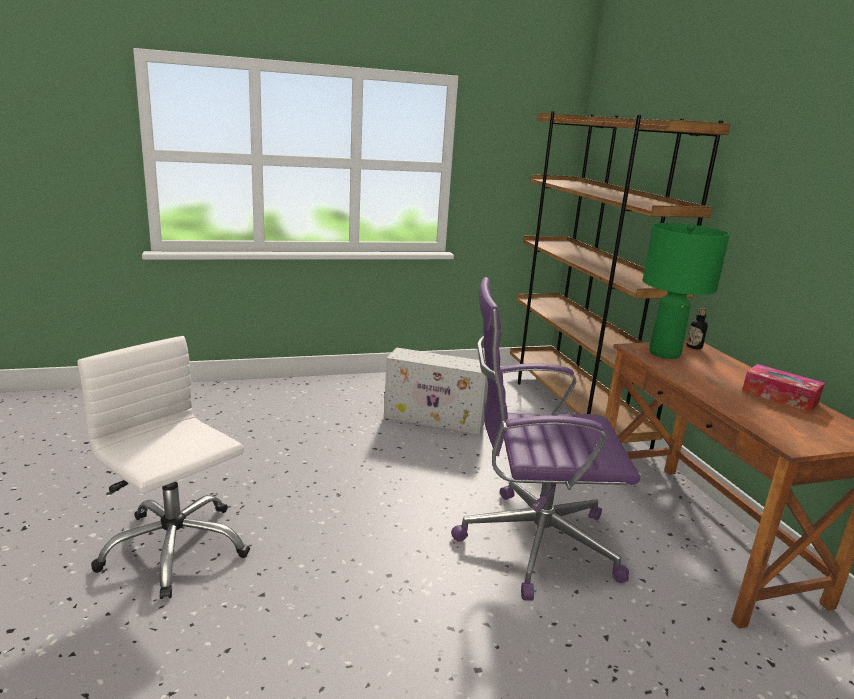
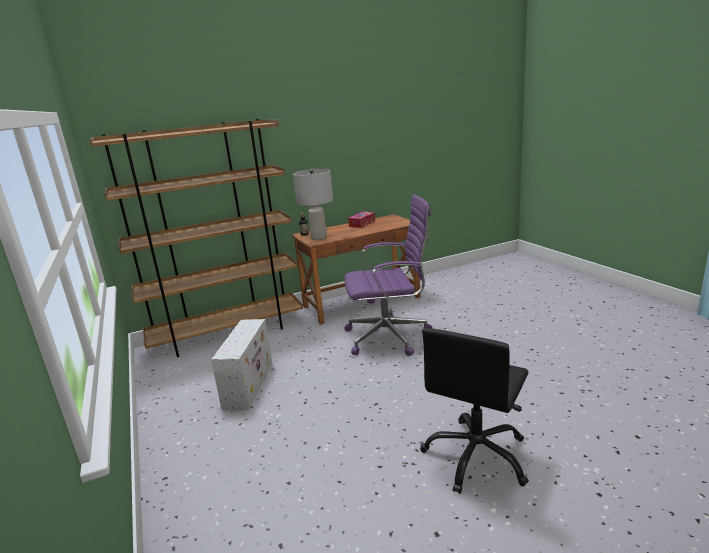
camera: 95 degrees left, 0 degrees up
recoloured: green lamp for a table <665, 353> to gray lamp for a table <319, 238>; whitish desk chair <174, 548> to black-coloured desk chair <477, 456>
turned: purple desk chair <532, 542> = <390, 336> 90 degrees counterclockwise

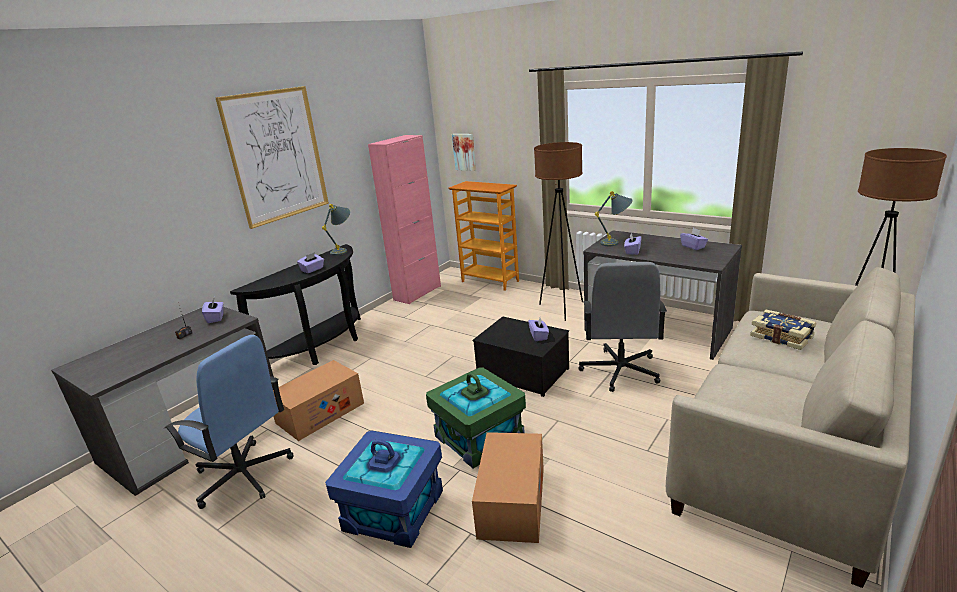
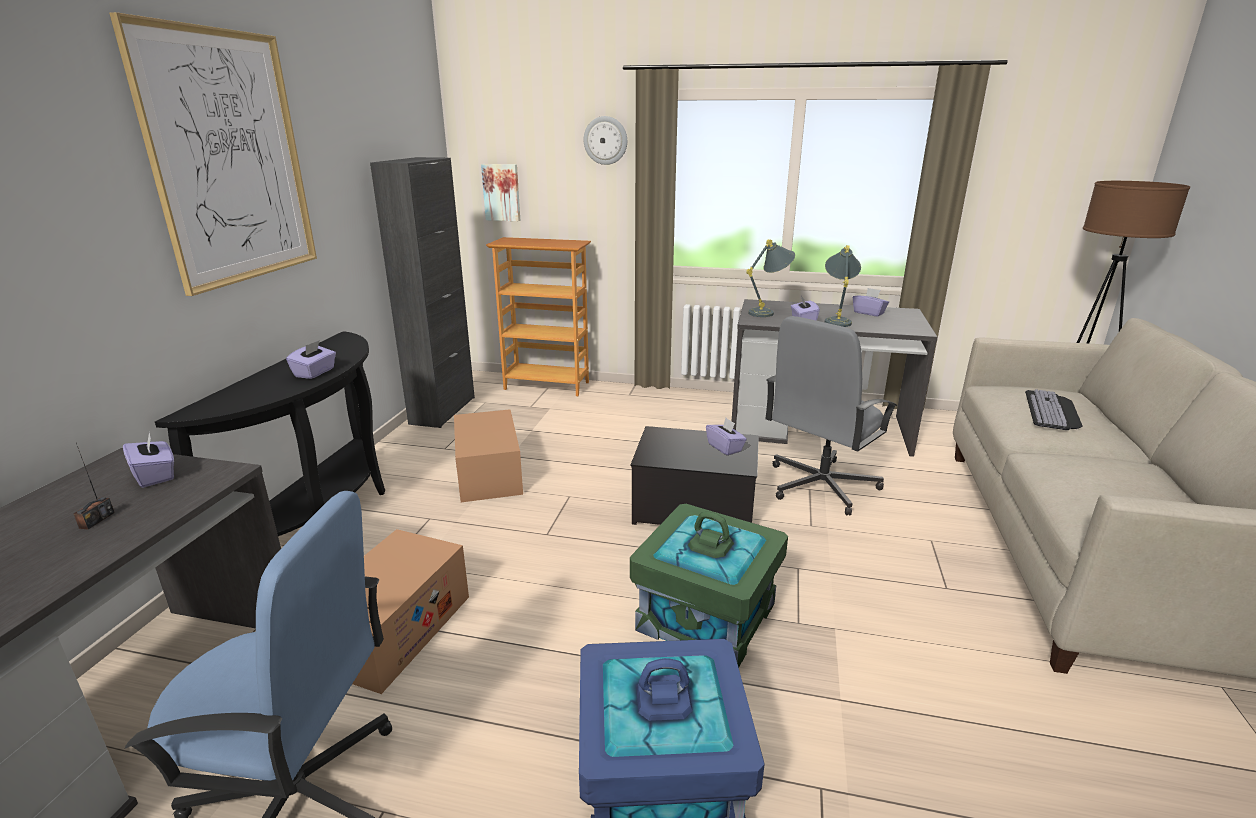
camera: 25 degrees left, 0 degrees up
removed: brown standard lamp <562, 309>
added: hanging clock <605, 140>
moved: cardboard box <512, 501> to <488, 473>; gray lamp for a table <343, 250> to <837, 320>
replaced: bound book <782, 336> to keyboard <1053, 411>
recoloured: pink cabinet <417, 293> to black-coloured cabinet <443, 410>
turned: gray desk chair <620, 371> = <820, 486> 60 degrees clockwise

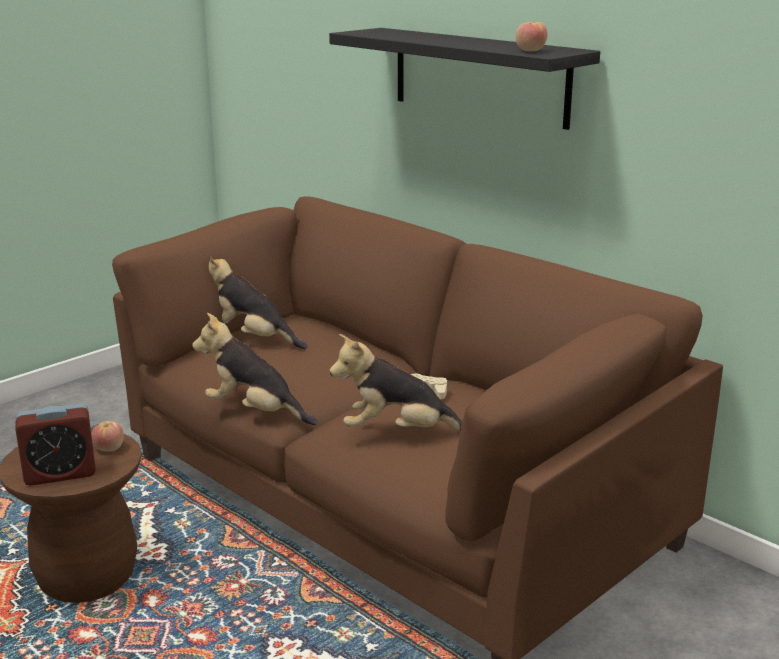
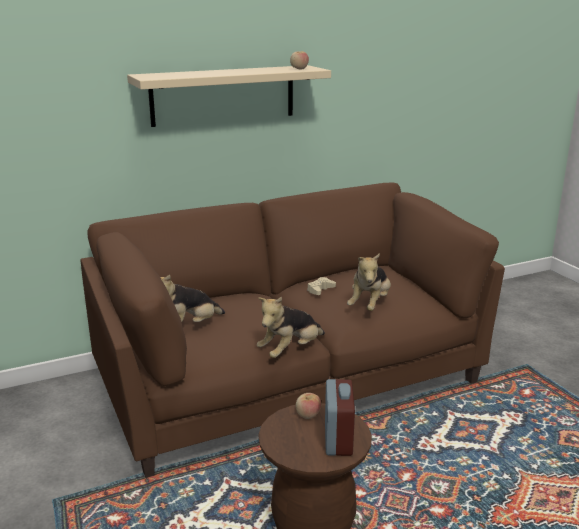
camera: 70 degrees left, 0 degrees up
recoloured: black-coloured shelf <479, 76> to sand-coloured shelf <223, 95>

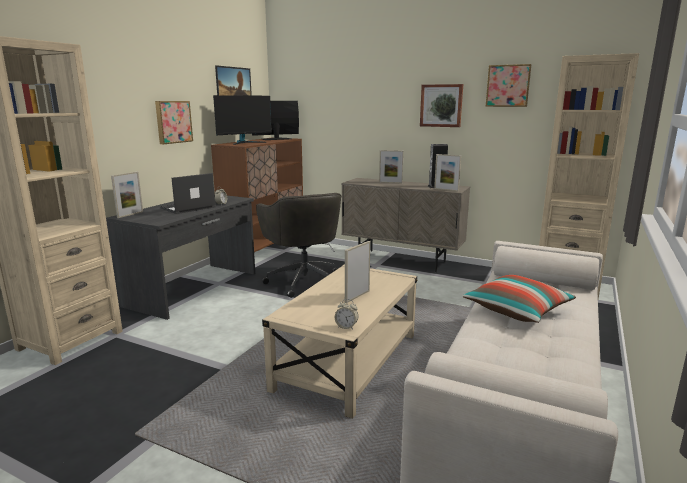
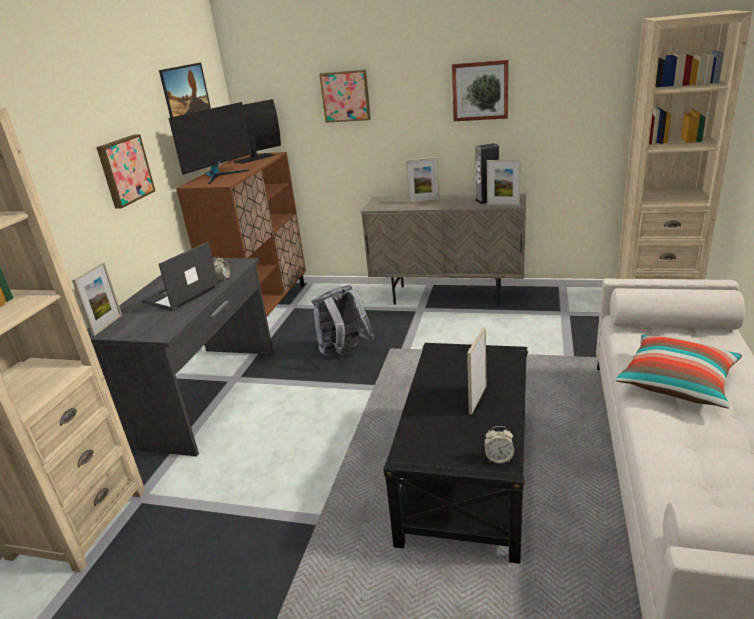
camera: 10 degrees left, 10 degrees up
moved: wall art <508, 86> to <346, 96>
replaced: gray desk chair <304, 281> to gray knapsack <343, 353>
recoloured: sand-coloured lounge table <347, 362> to black-coloured lounge table <467, 474>

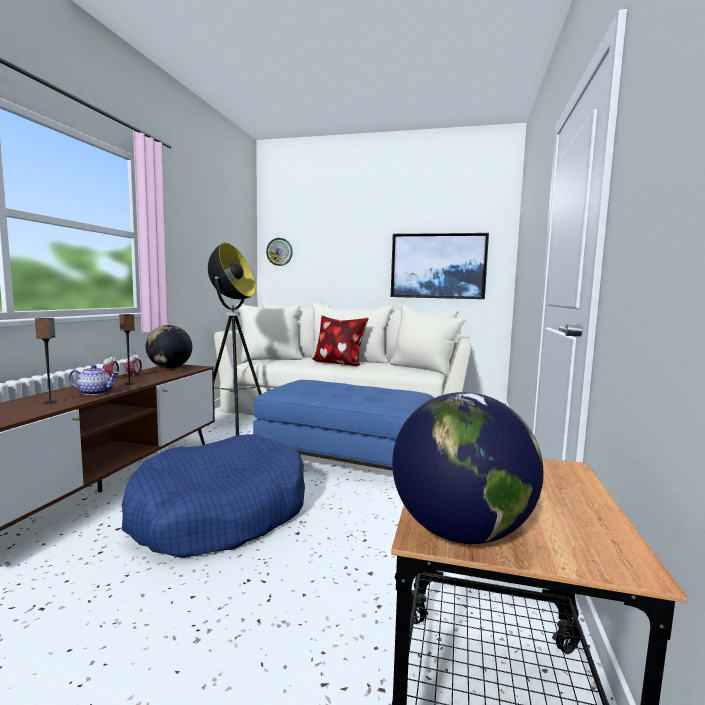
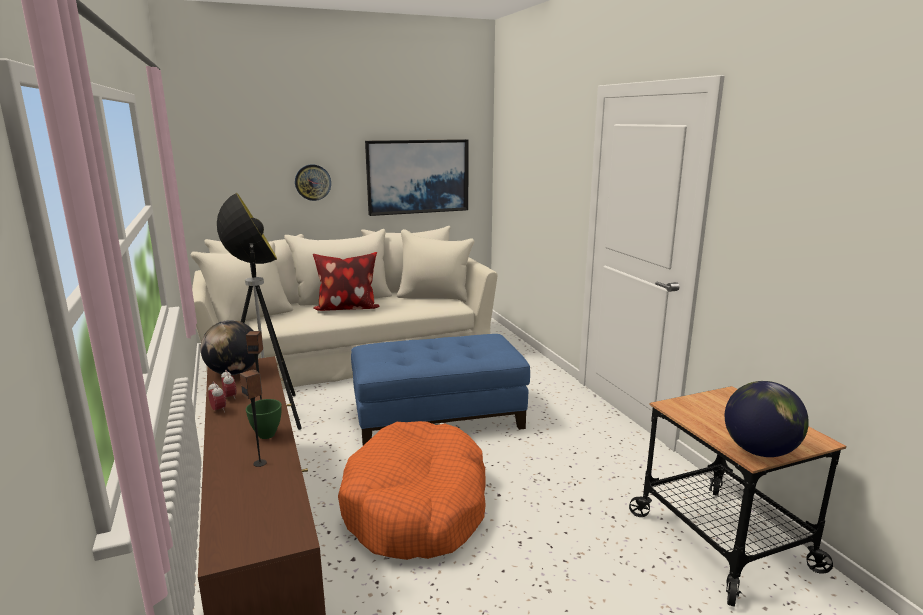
camera: 35 degrees left, 10 degrees up
moved: hanging clock <279, 252> to <313, 182>
replaced: pot for tea <95, 393> to green serving bowl <266, 435>
recoloured: blue dog bed <220, 513> to orangey dog bed <417, 506>

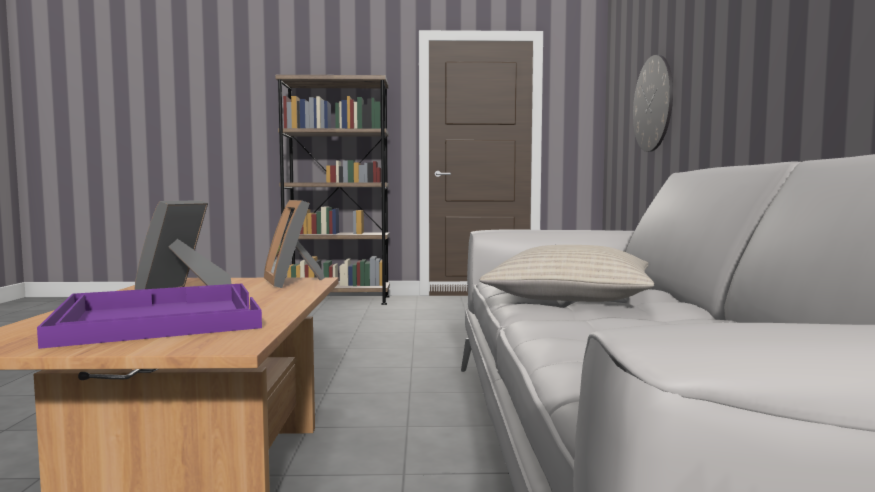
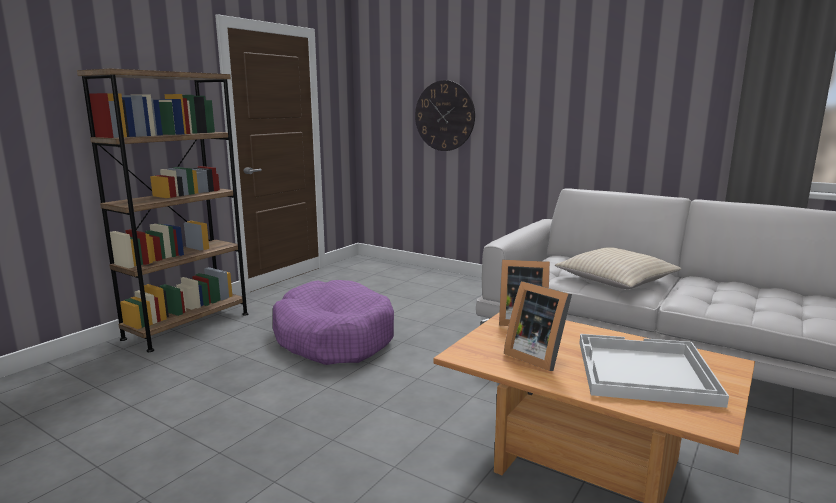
camera: 55 degrees left, 10 degrees up
added: purple dog bed <334, 338>
recoloured: purple carrying tray <158, 318> to whitish carrying tray <643, 372>

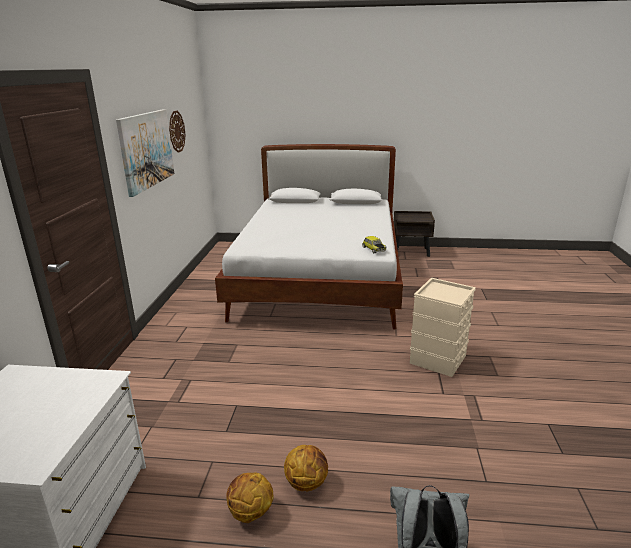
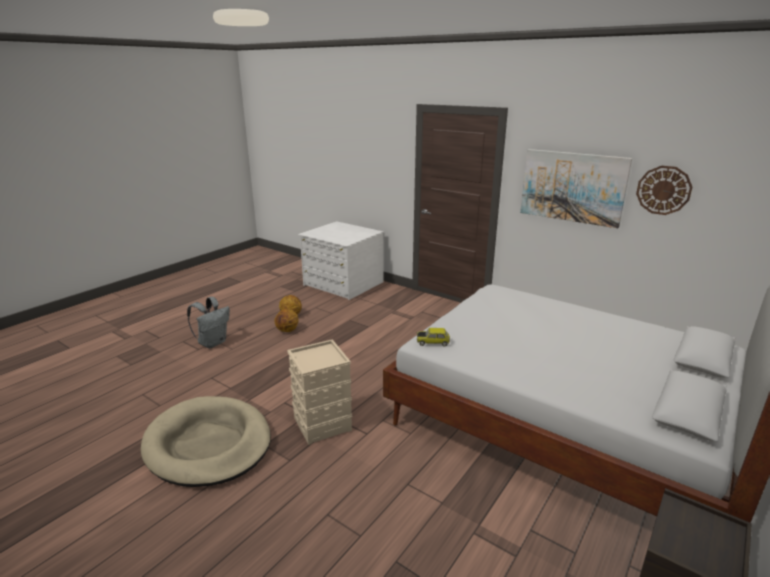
camera: 120 degrees right, 0 degrees up
added: sand-coloured dog bed <209, 444>

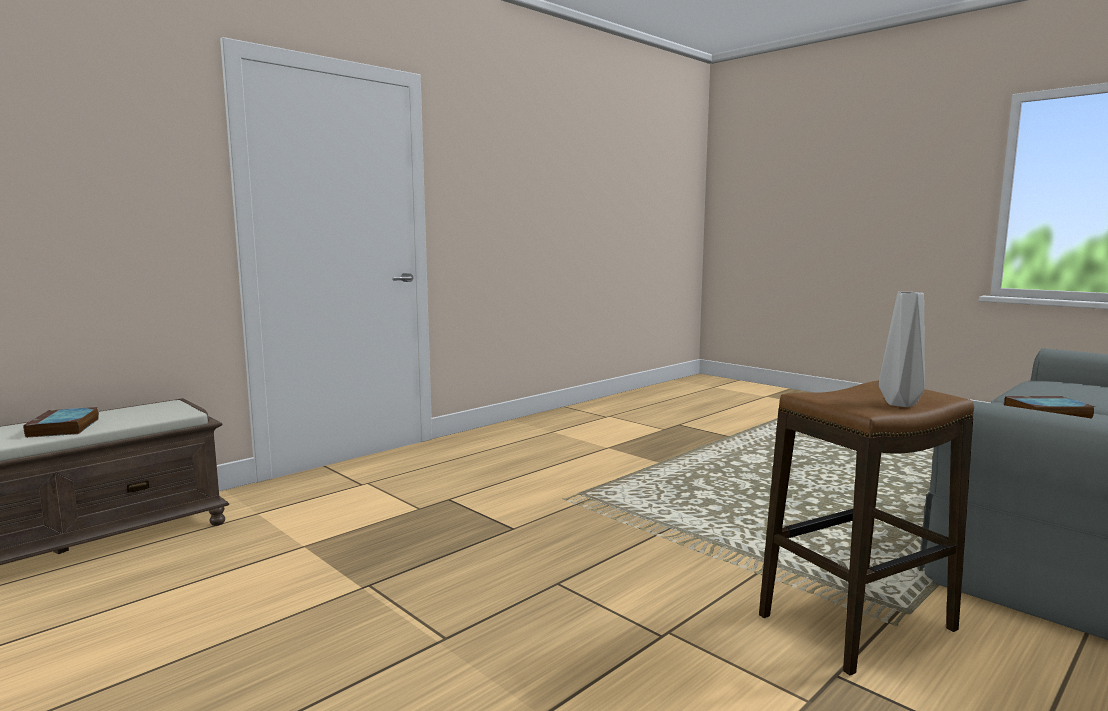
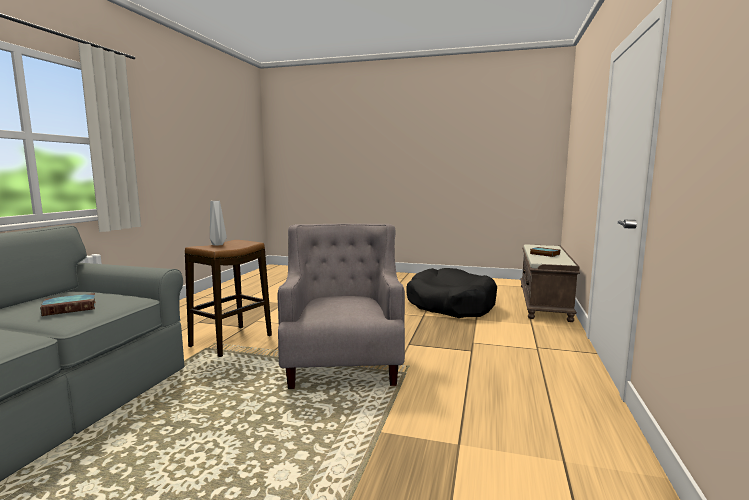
camera: 150 degrees right, 0 degrees up
added: gray lounge chair <343, 361>; black-coloured dog bed <450, 305>

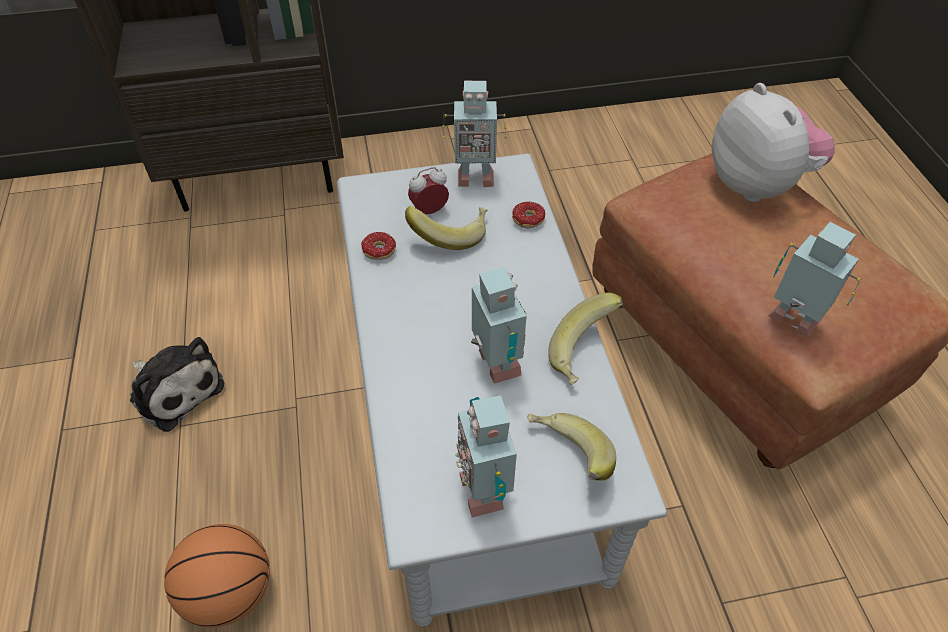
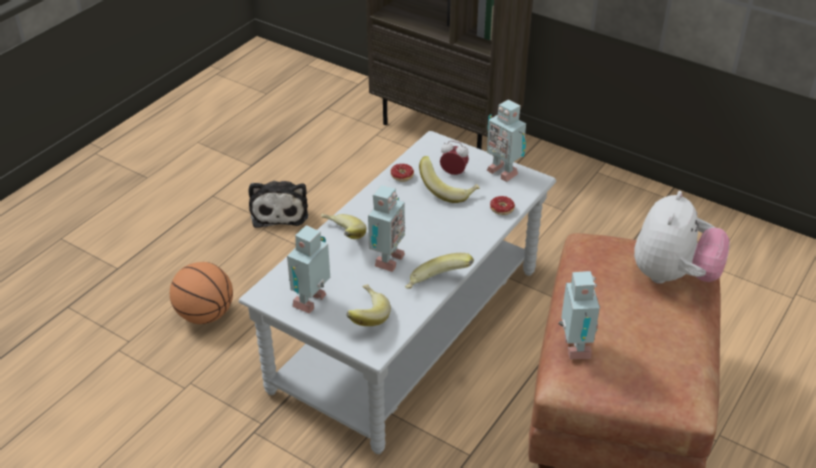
camera: 45 degrees right, 10 degrees down
added: banana fruit <341, 238>

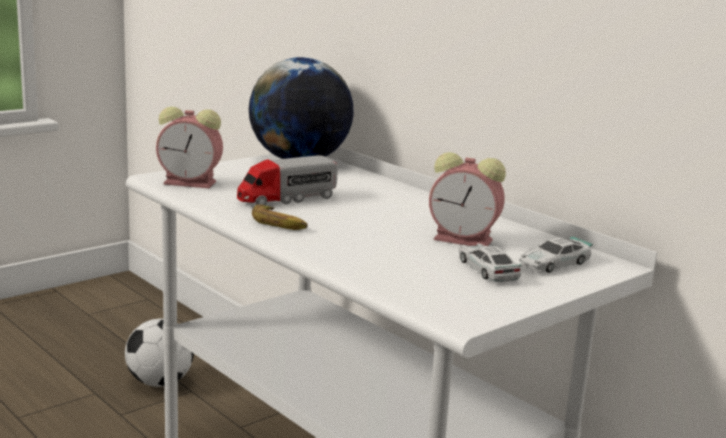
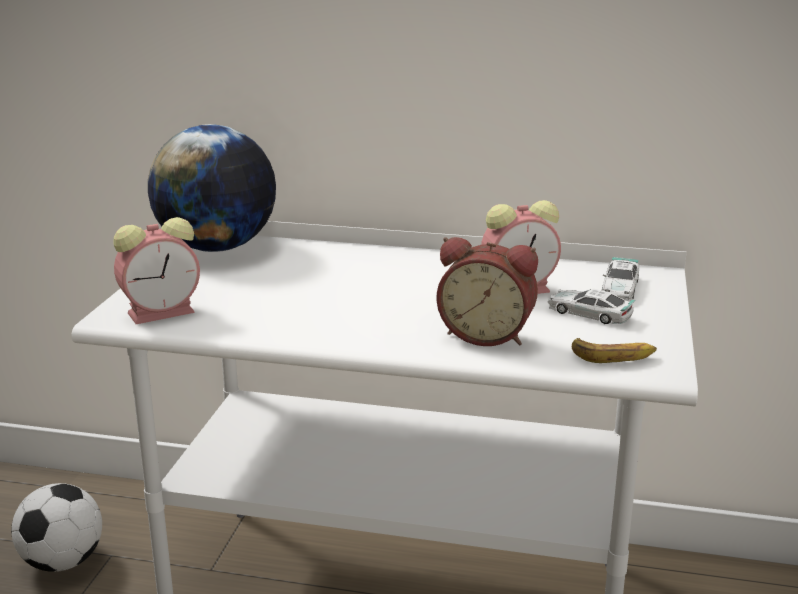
camera: 35 degrees left, 5 degrees up
removed: model truck <286, 198>
added: alarm clock <487, 335>
moved: banana fruit <279, 223> to <613, 356>

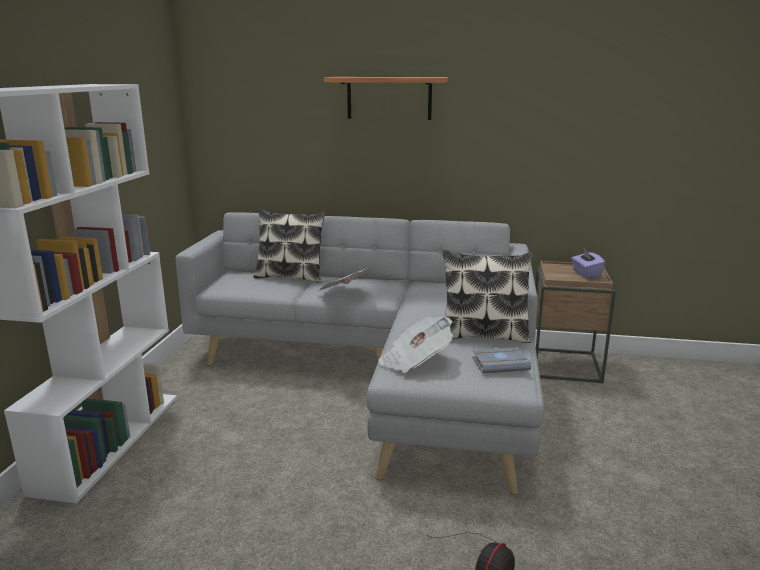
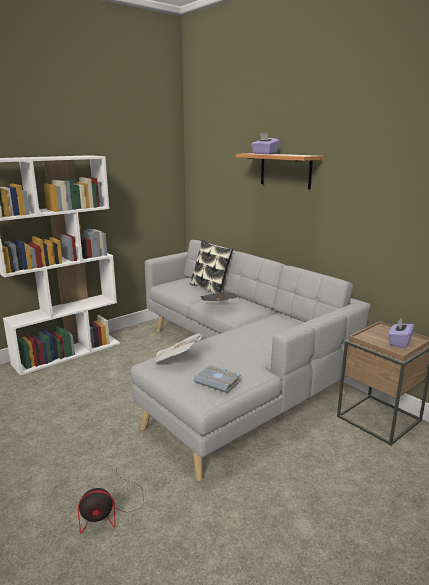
camera: 40 degrees right, 0 degrees up
removed: pillow <483, 335>
added: purple tissue holder <264, 154>

